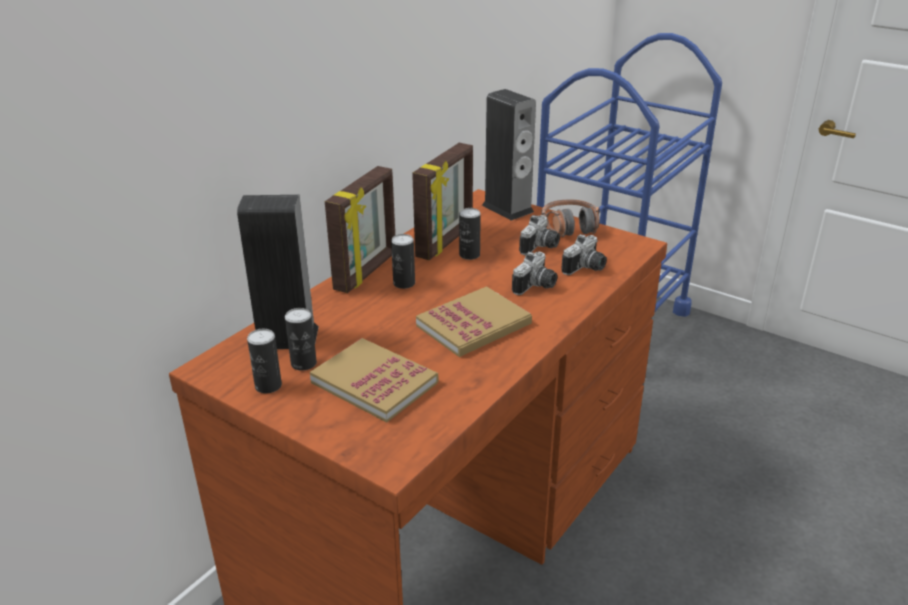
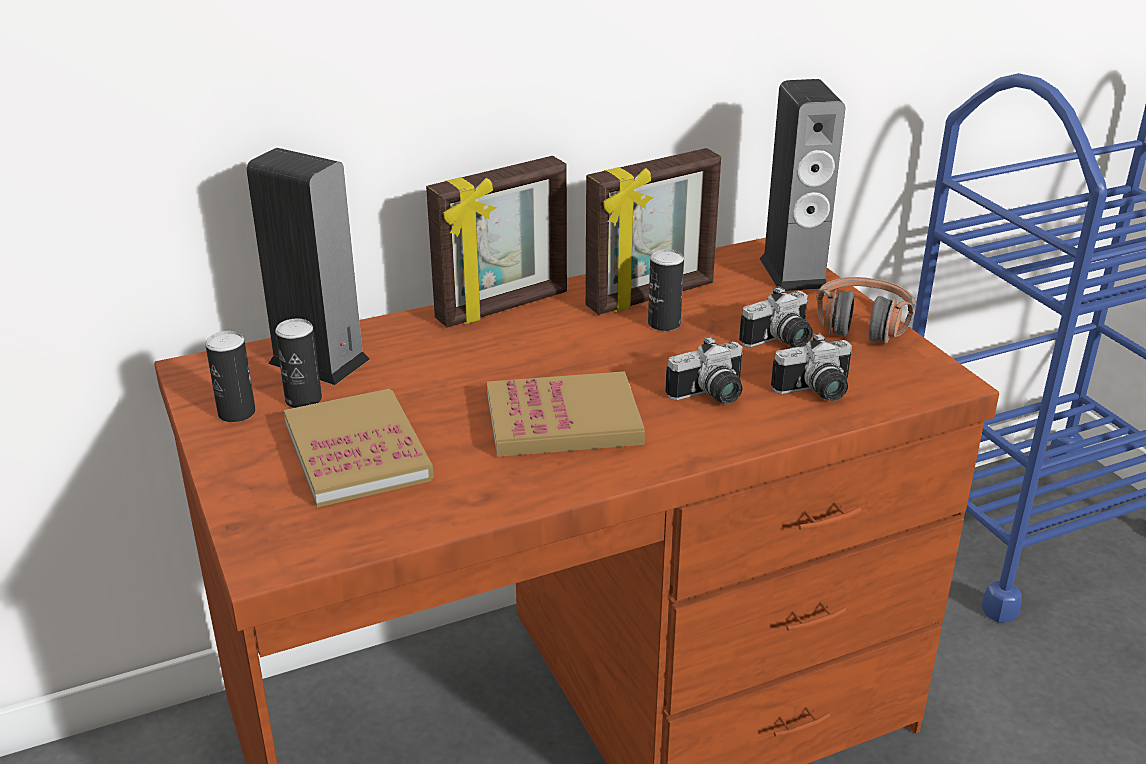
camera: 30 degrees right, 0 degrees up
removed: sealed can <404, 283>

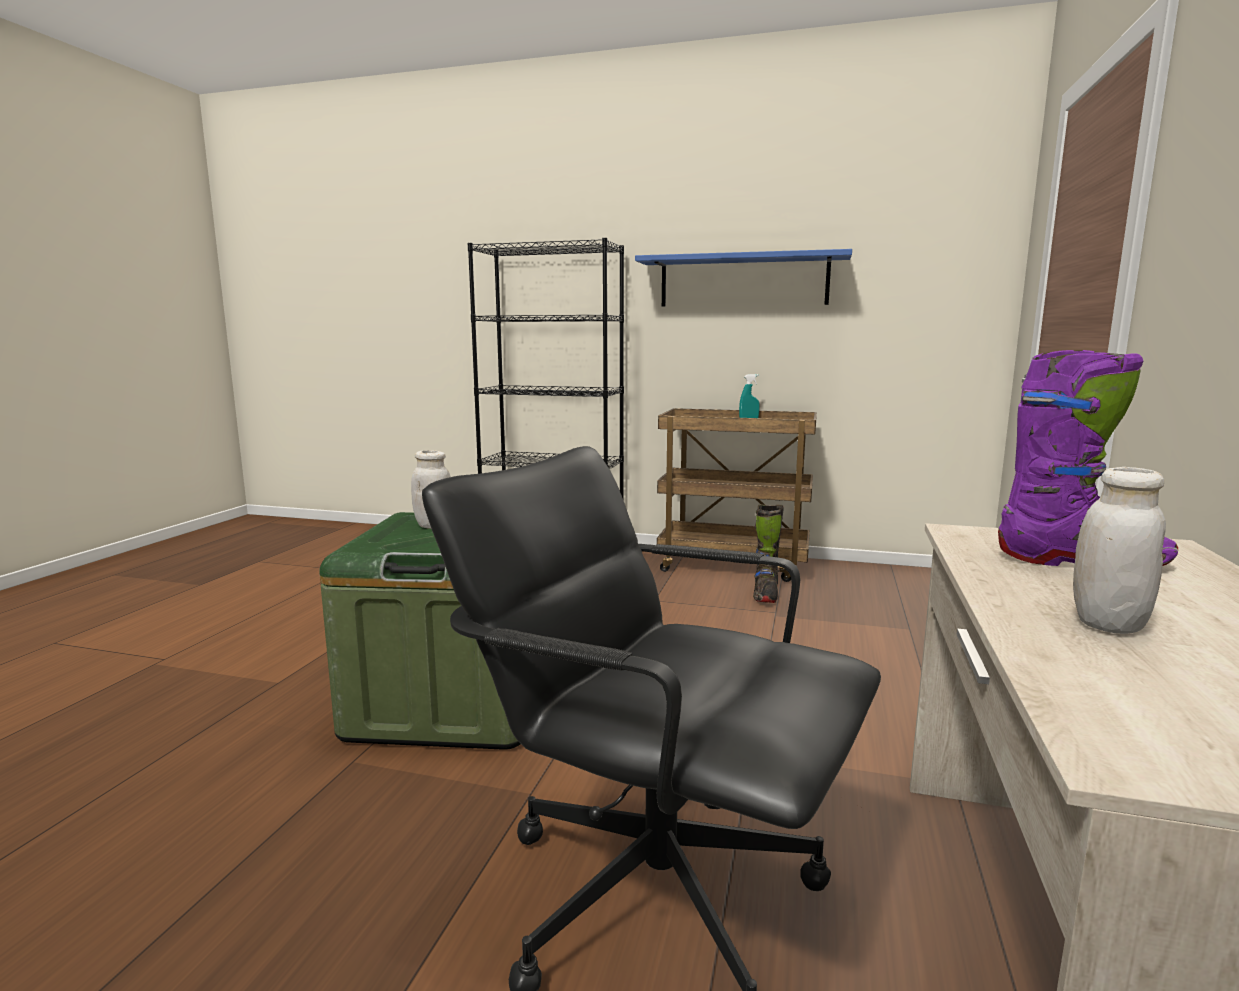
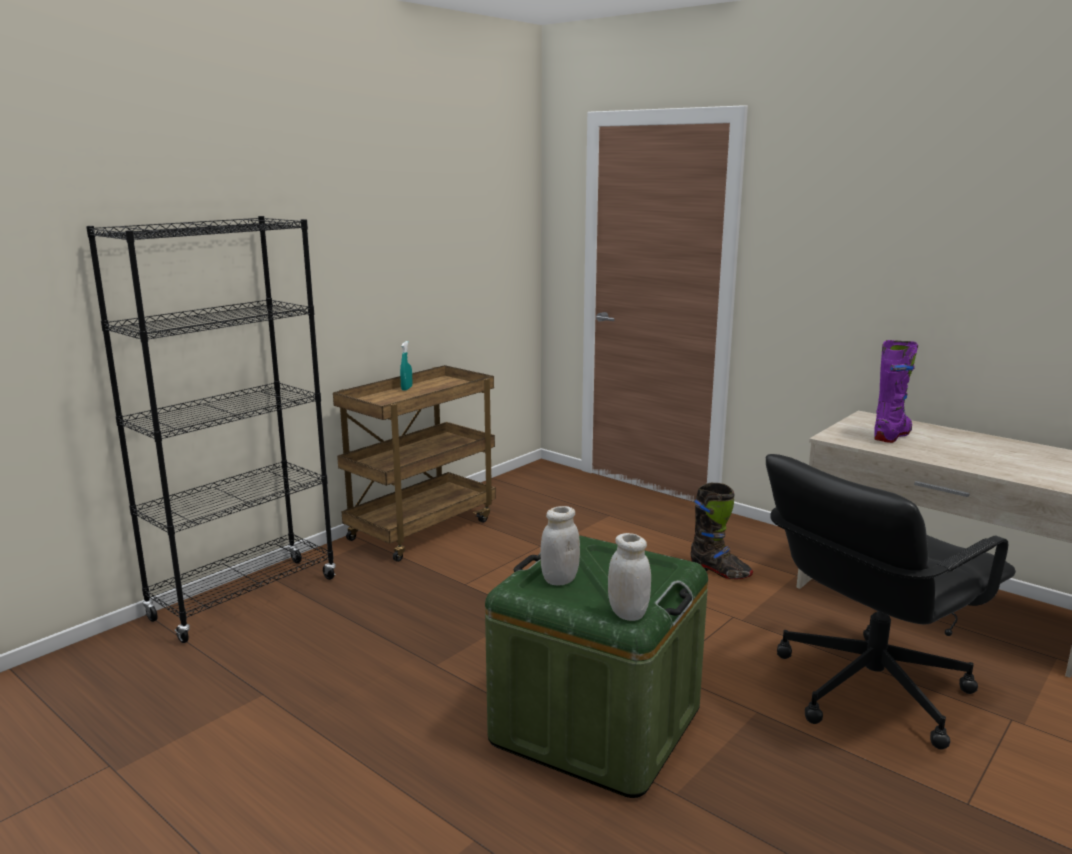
camera: 65 degrees left, 5 degrees up
removed: blue shelf <743, 281>
moved: whitish preserve jar <1108, 623> to <628, 613>; black-coloured tall boot <765, 595> to <720, 571>

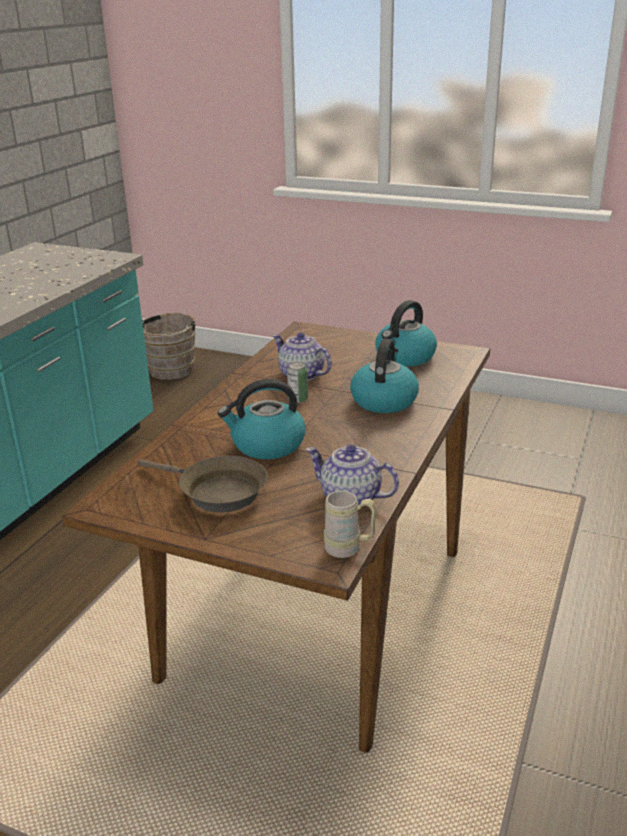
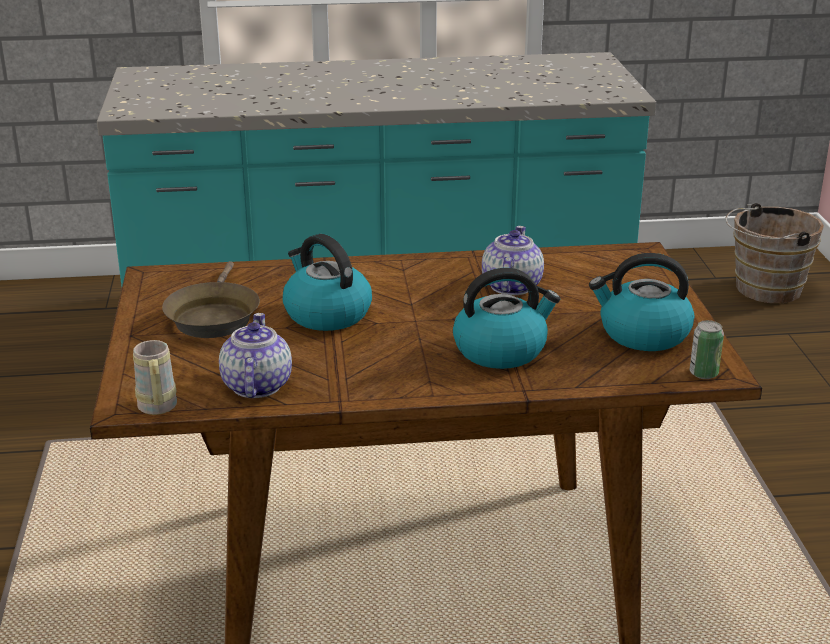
camera: 60 degrees right, 0 degrees up
moved: sealed can <298, 399> to <703, 373>

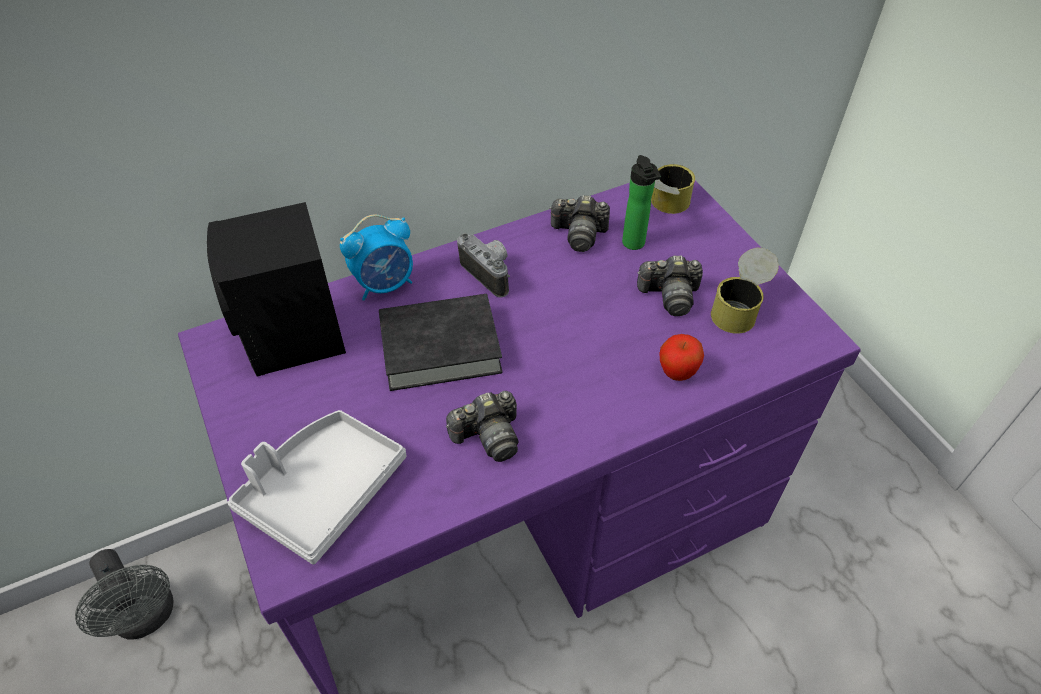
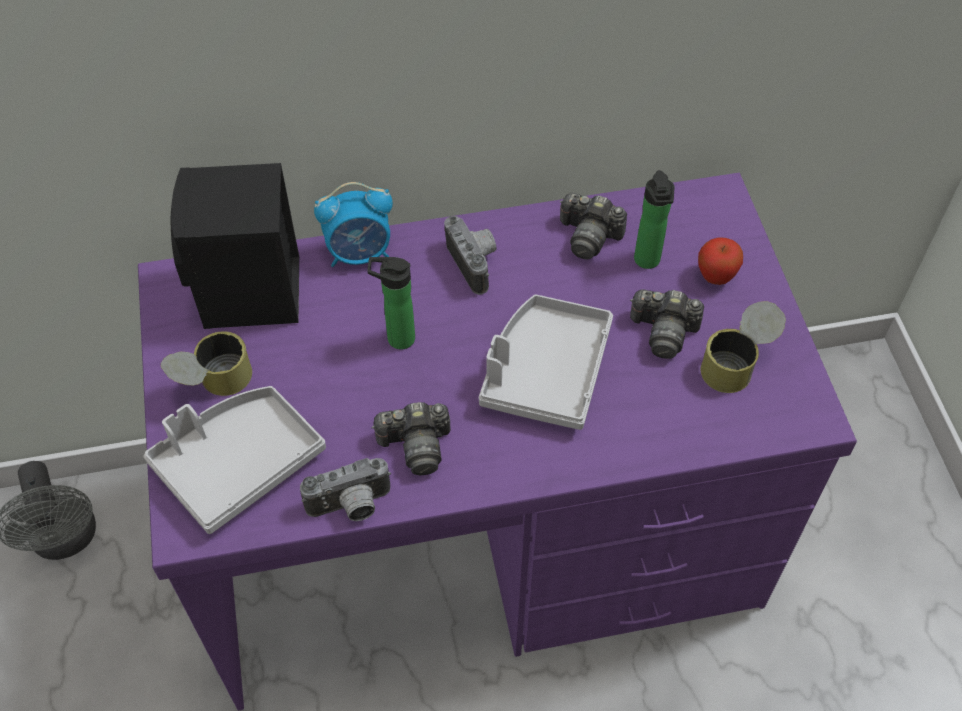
camera: 15 degrees right, 5 degrees up
added: photo camera <351, 507>; gray carrying tray <545, 371>
moved: sealed can <664, 207> to <213, 383>; apple fruit <677, 373> to <715, 277>
replaced: black-coloured bound book <440, 348> to bottle <396, 338>

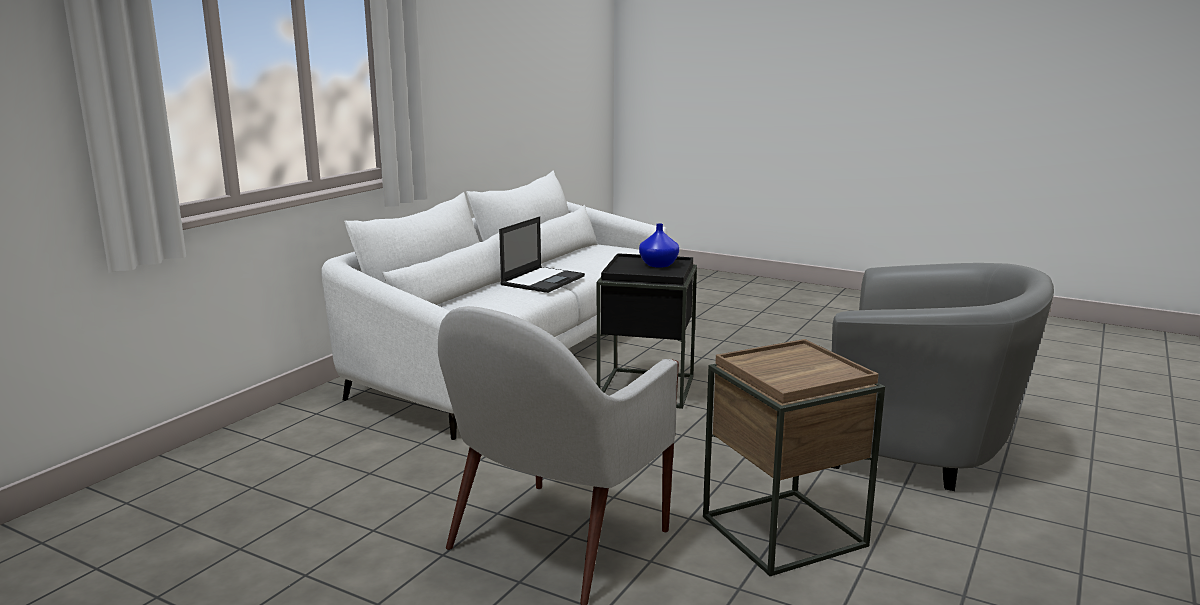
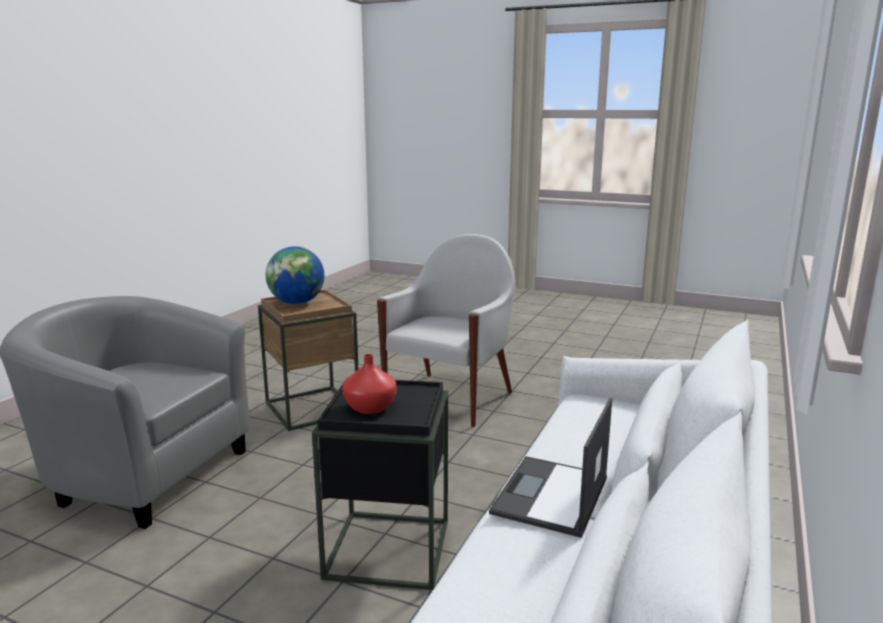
camera: 175 degrees right, 0 degrees up
added: desk globe <297, 303>
recoloured: blue vase <659, 265> to reddish vase <369, 408>

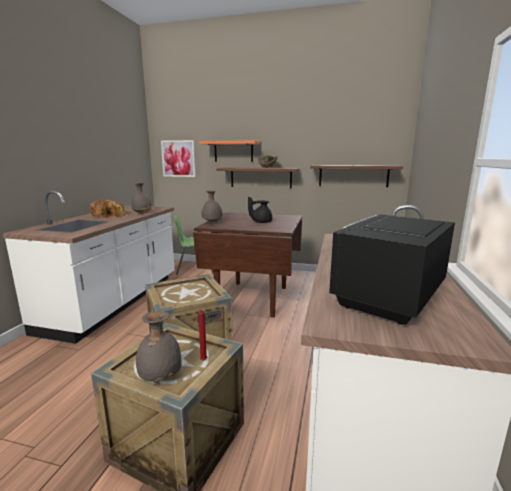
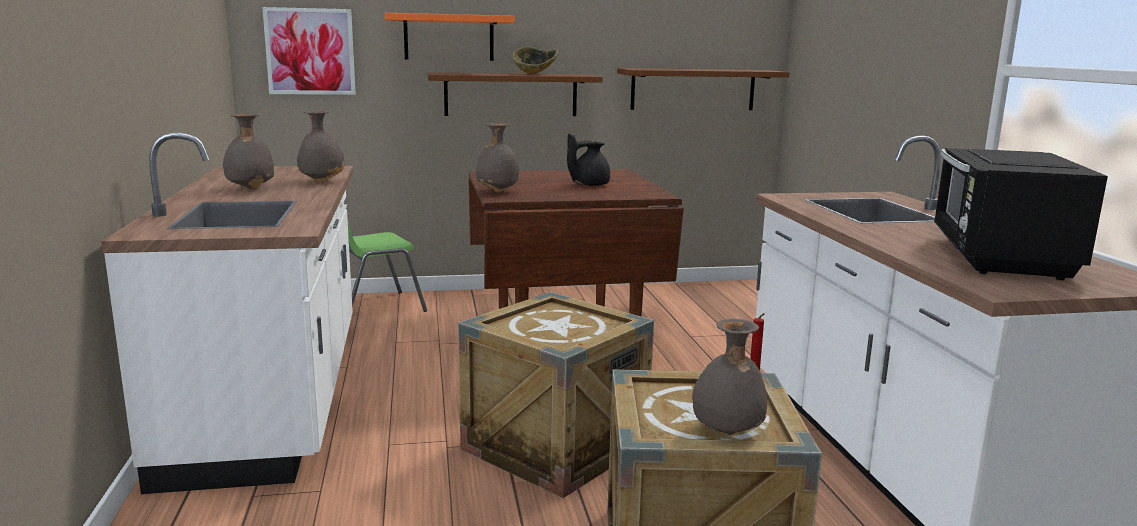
camera: 25 degrees left, 0 degrees up
replaced: bread <109, 215> to gray vase <249, 189>

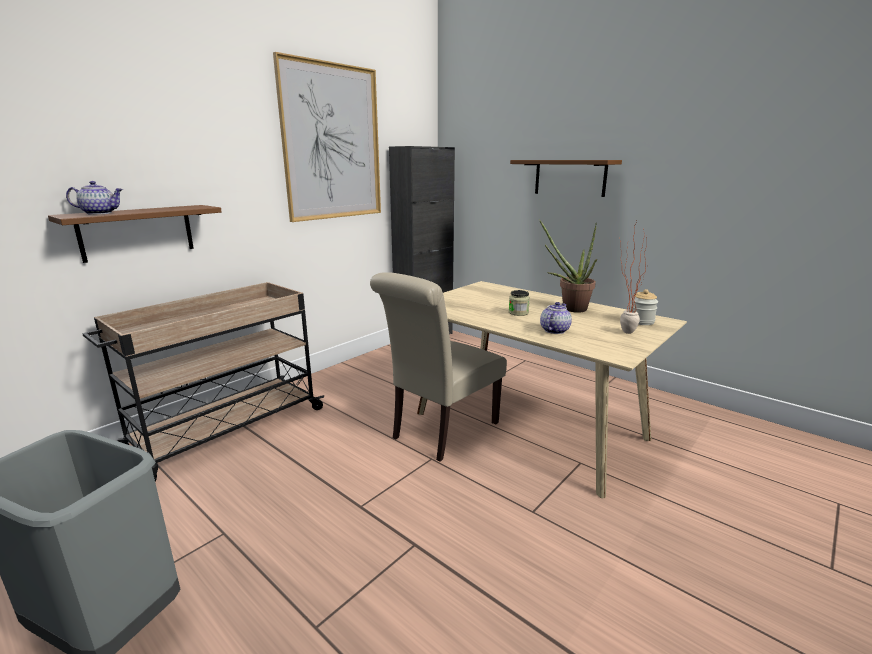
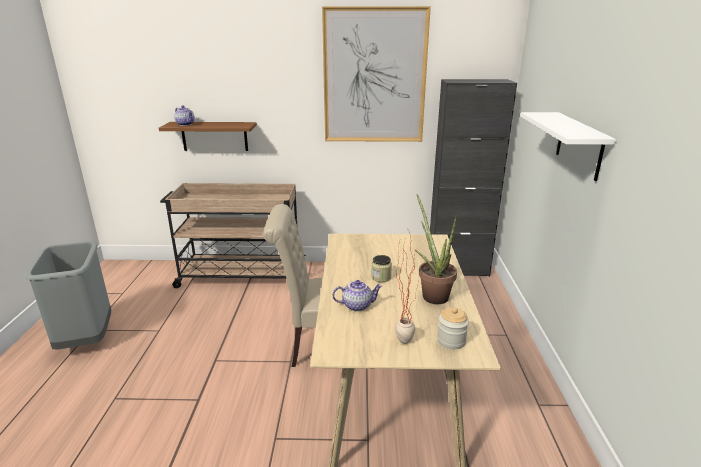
camera: 50 degrees right, 5 degrees up
recoloured: brown shelf <570, 177> to whitish shelf <579, 145>

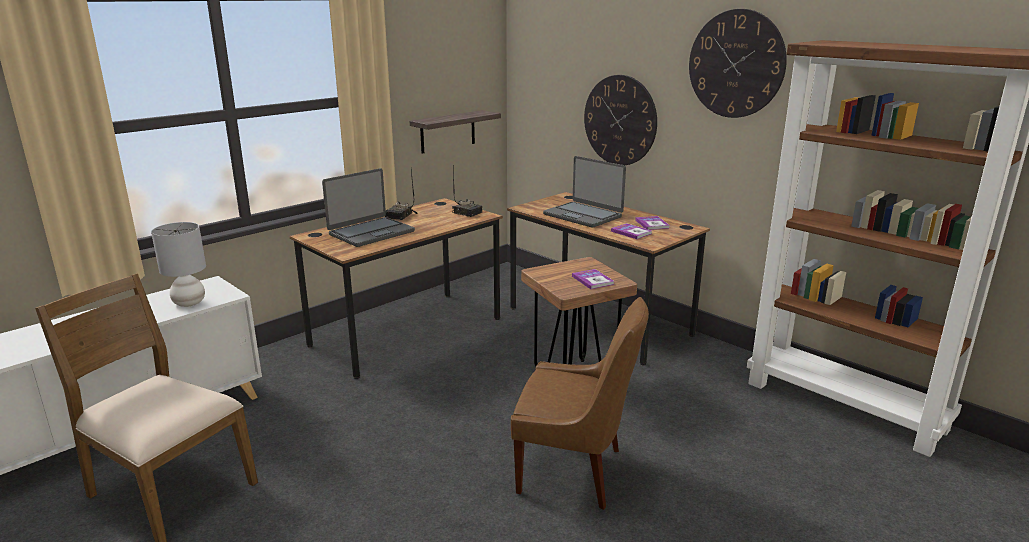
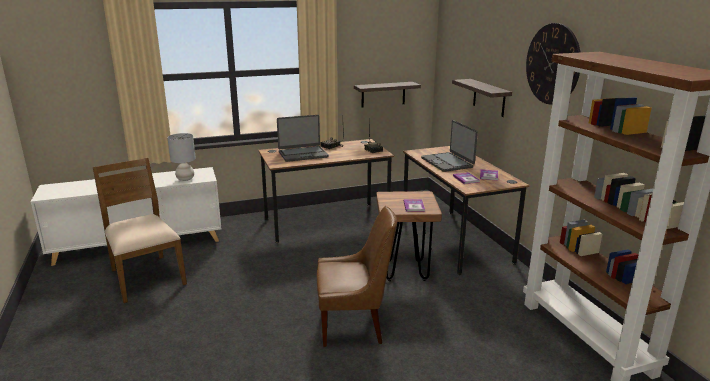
camera: 25 degrees right, 0 degrees up
replaced: hanging clock <620, 120> to shelf <489, 98>
turned: brown chair <574, 471> = <354, 325> 45 degrees counterclockwise

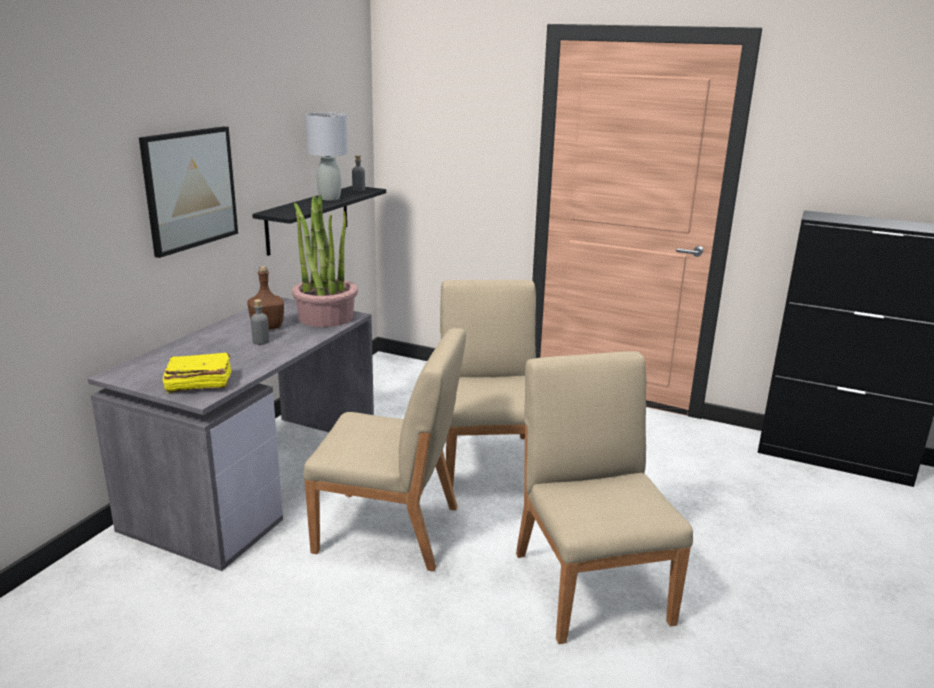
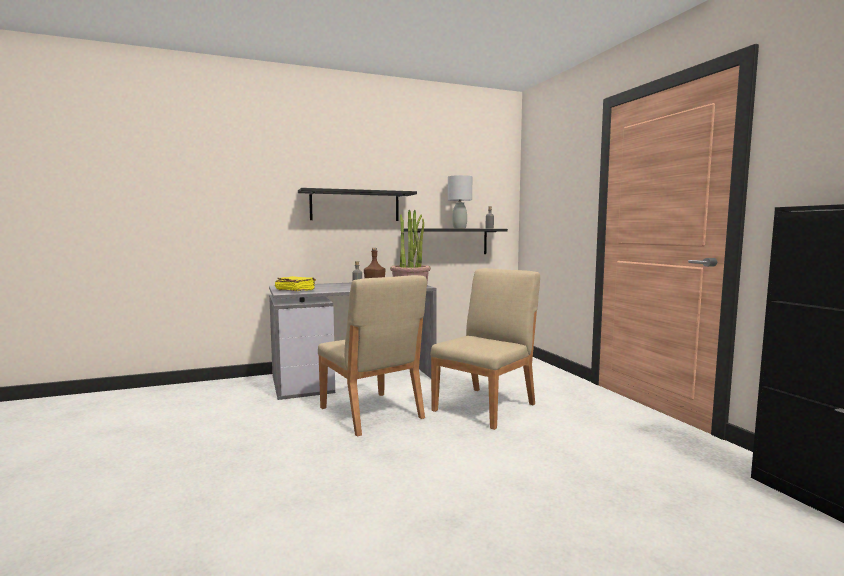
camera: 45 degrees right, 15 degrees down
removed: sand-coloured chair <591, 585>
replaced: wall art <190, 189> to black-coloured shelf <355, 206>

